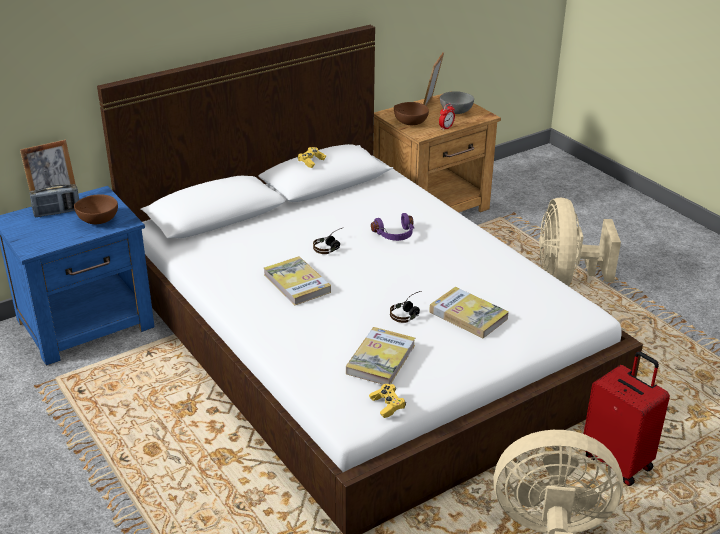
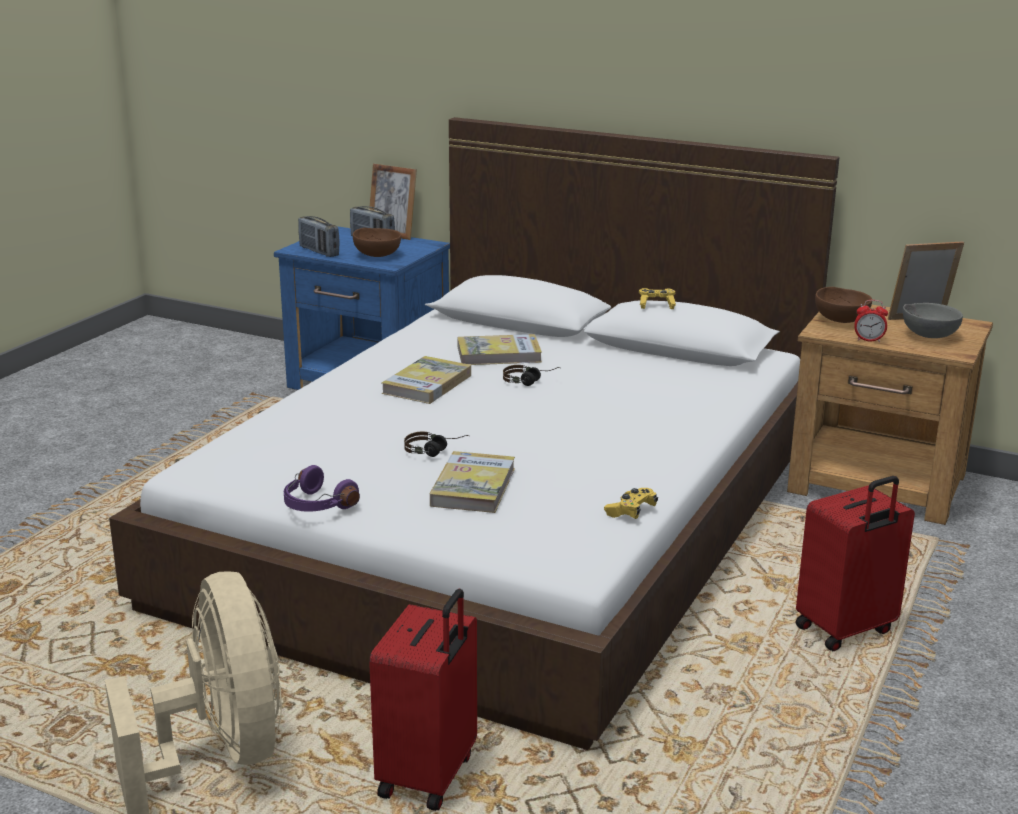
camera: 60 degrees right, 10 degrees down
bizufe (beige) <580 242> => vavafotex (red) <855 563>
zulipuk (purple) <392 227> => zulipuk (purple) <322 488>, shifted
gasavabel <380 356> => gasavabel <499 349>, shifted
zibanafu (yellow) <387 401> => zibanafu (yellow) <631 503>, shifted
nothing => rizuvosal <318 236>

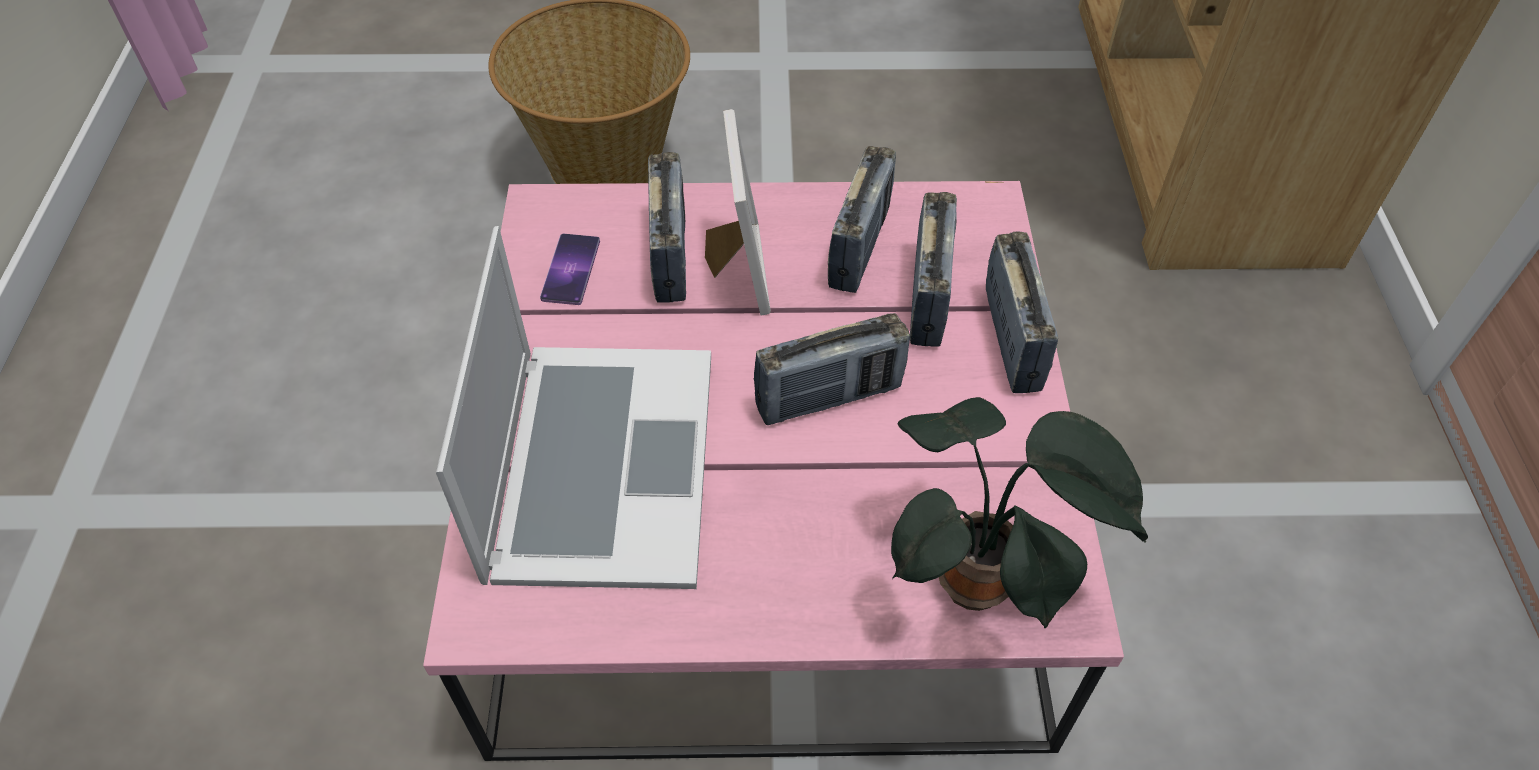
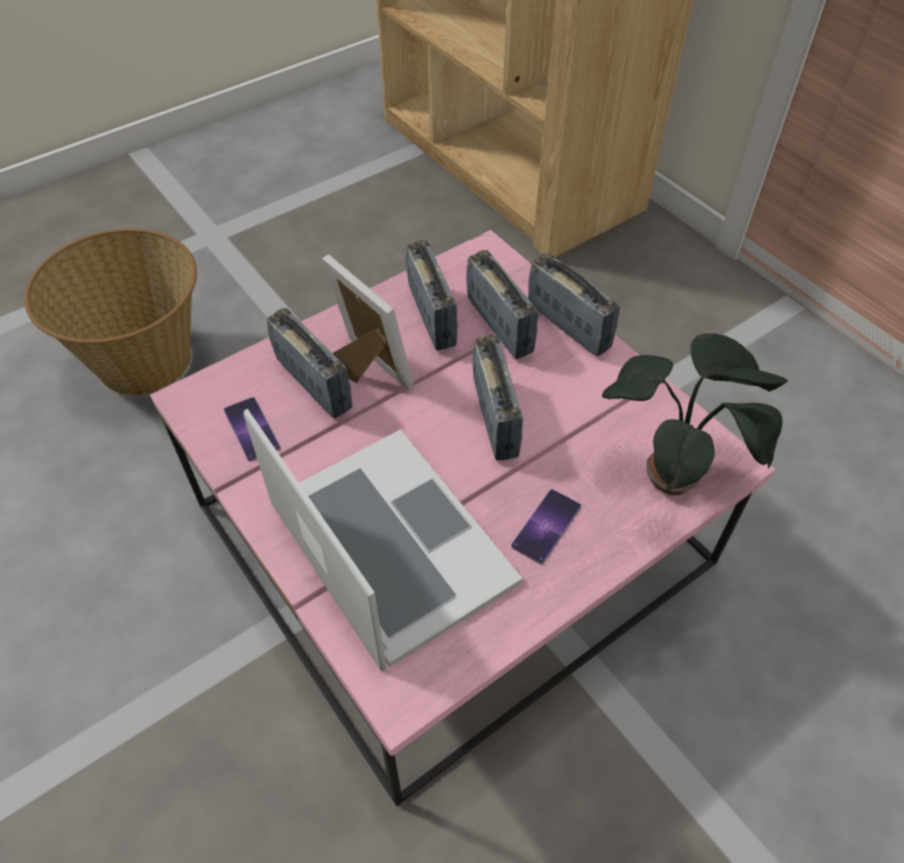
camera: 35 degrees left, 0 degrees up
rizuvosal <832 369> => rizuvosal <497 398>, 45 degrees counterclockwise
nothing => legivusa <546 527>

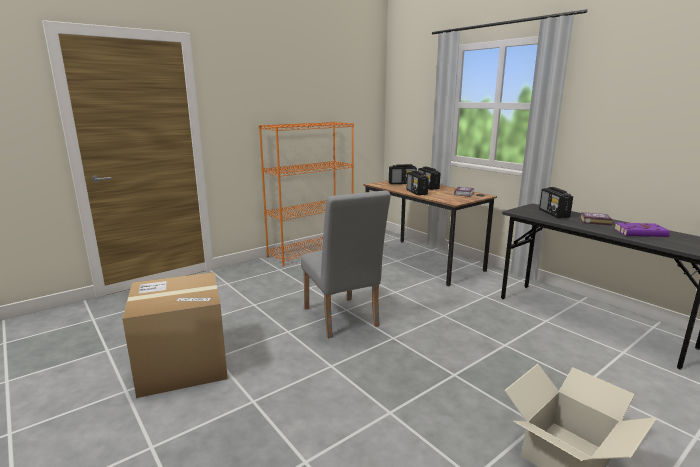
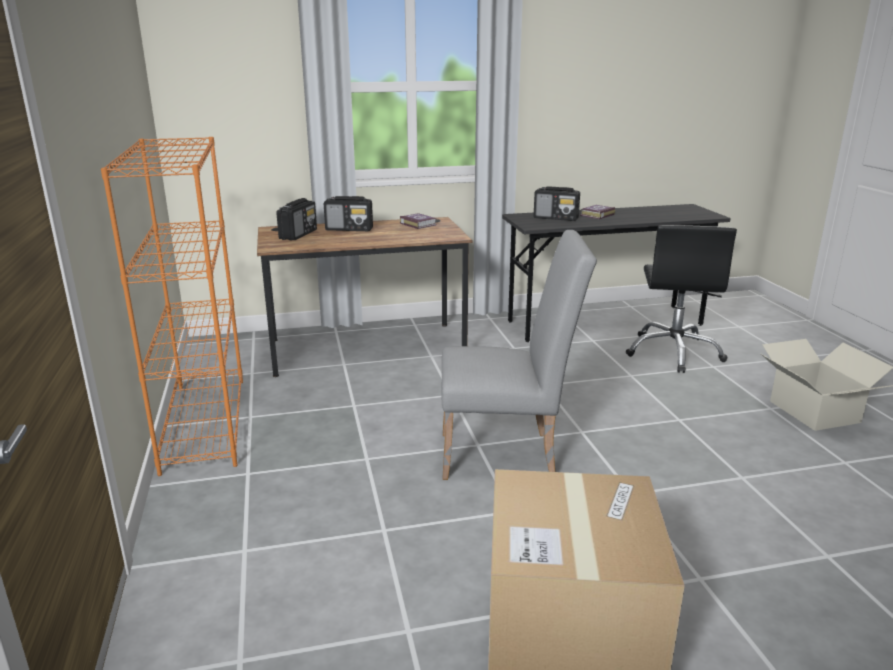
camera: 65 degrees left, 5 degrees up
rizuvosal <418 183> => nothing
gasavabel (purple) <642 229> => nothing
nothing => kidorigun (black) <681 299>

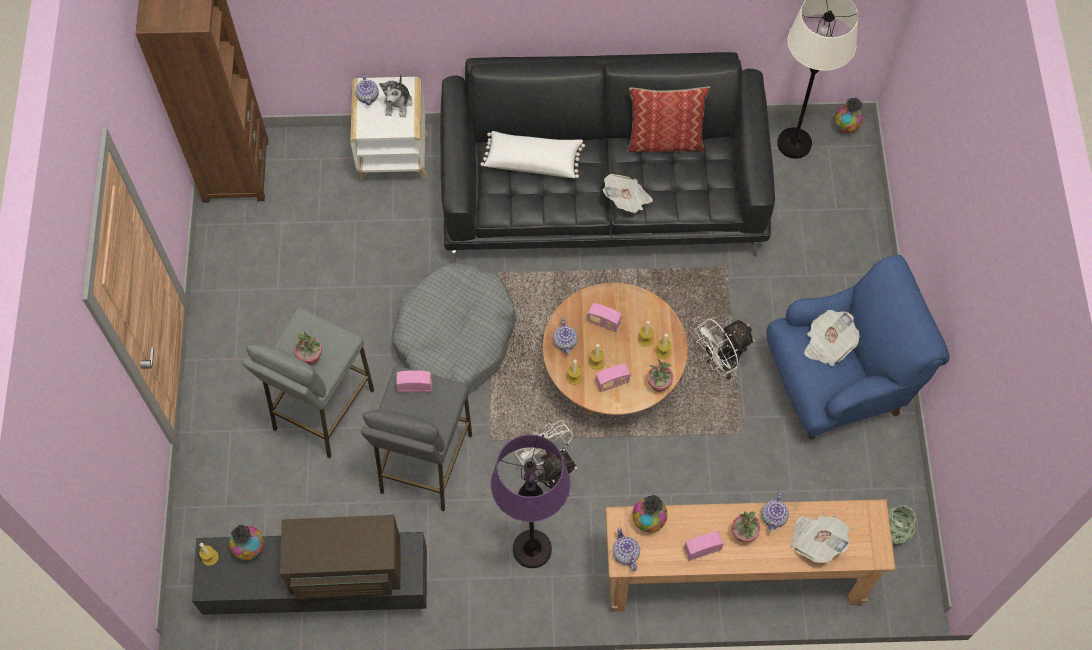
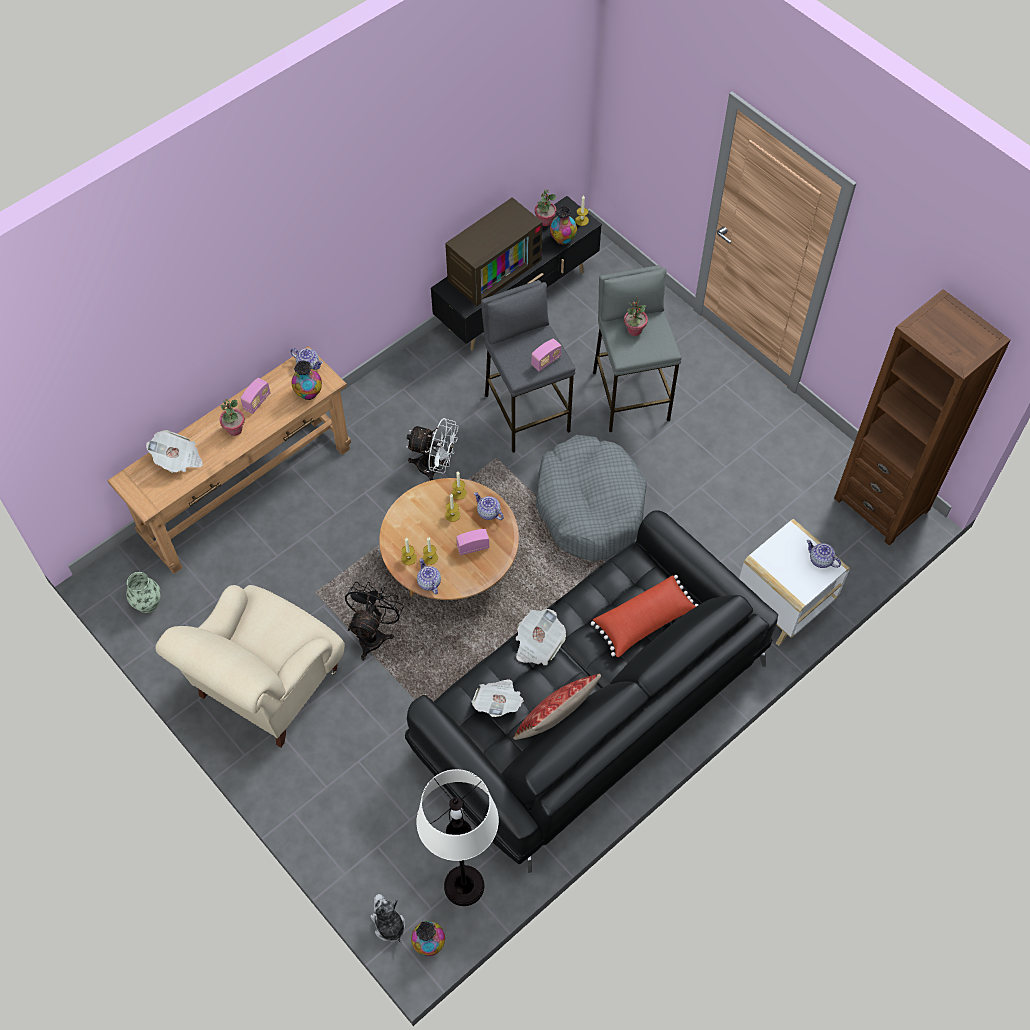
camera: 140 degrees right, 5 degrees down
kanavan <395 96> => kanavan <387 918>, shifted
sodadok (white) <532 154> => sodadok (red) <644 616>
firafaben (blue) <858 347> => firafaben (beige) <250 666>
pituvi <832 338> => pituvi <498 698>, shifted
bizufe (white) <724 349> => bizufe (black) <374 621>
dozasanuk <660 375> => dozasanuk <545 208>, shifted
rizuvosal <612 377> => nothing
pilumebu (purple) <530 501> => nothing
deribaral <775 512> => deribaral <429 576>, shifted

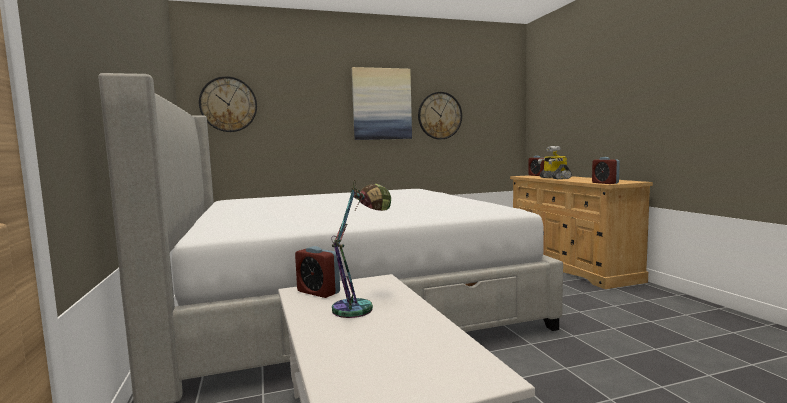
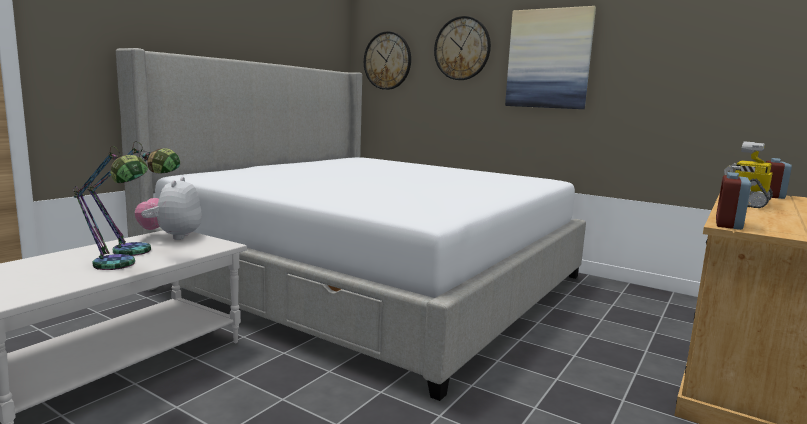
camera: 50 degrees right, 5 degrees up
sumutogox <440 116> => sumutogox <462 48>, shifted
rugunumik <317 272> => kanavan <168 208>
nothing => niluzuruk <110 208>

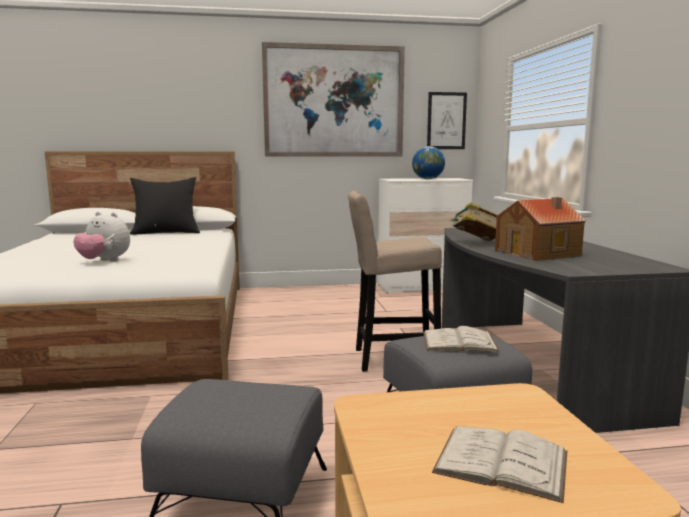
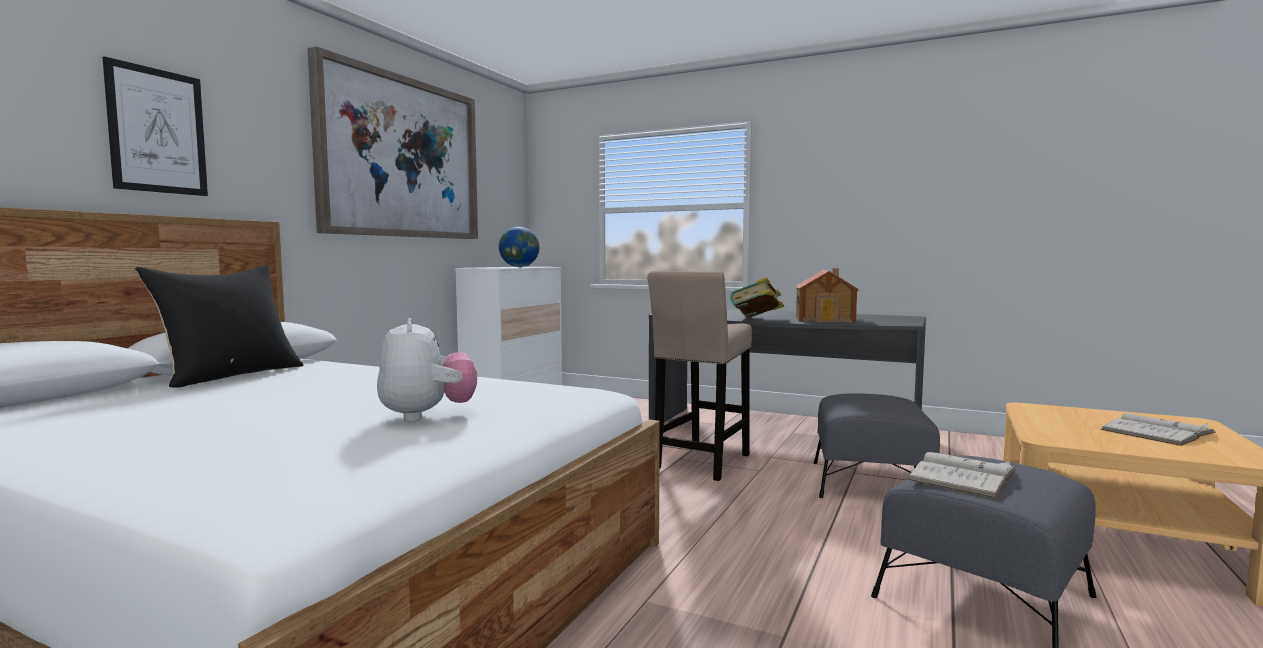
camera: 55 degrees left, 5 degrees down
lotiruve <447 120> => lotiruve <155 126>, shifted
kanavan <101 237> => kanavan <427 370>, 75 degrees counterclockwise
gasavabel (white) <461 339> => gasavabel (white) <961 475>, shifted

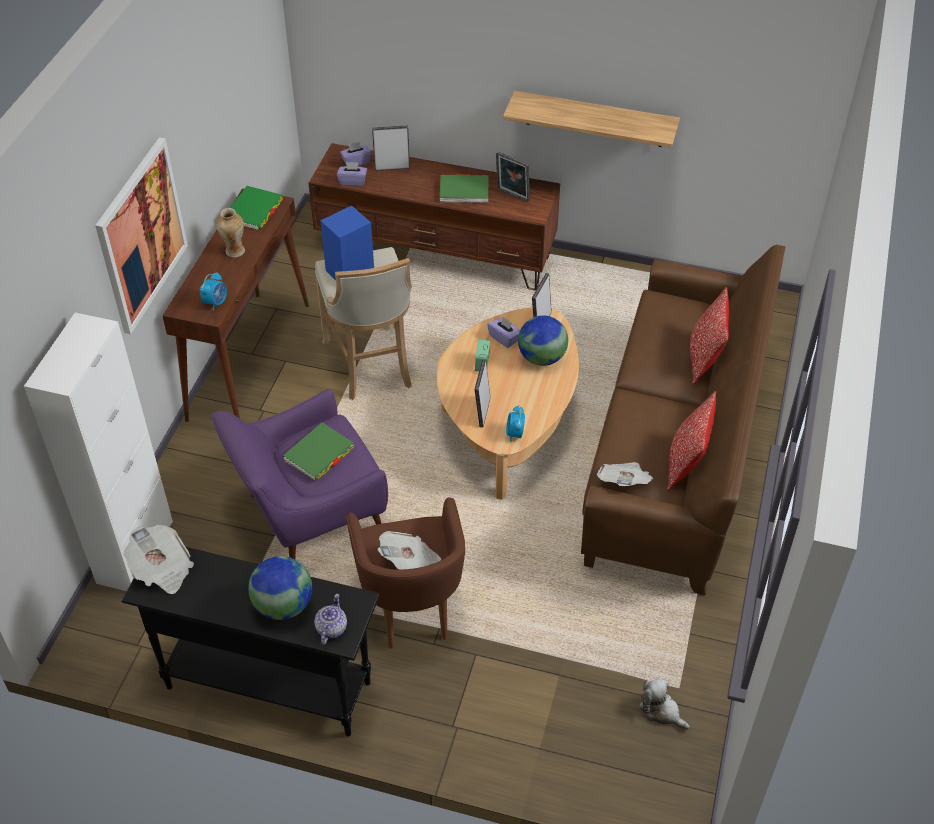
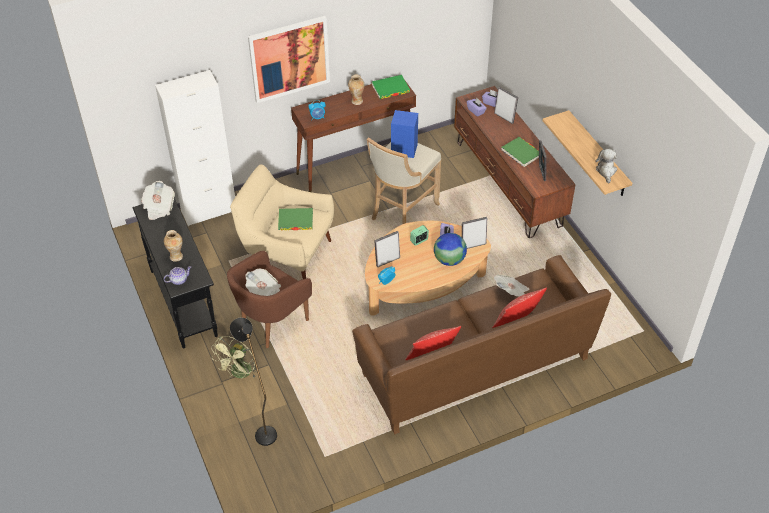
camera: 50 degrees right, 0 degrees up
firafaben (purple) <300 474> => firafaben (beige) <282 221>
pituvi <625 474> => pituvi <511 285>, shifted
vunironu <280 588> => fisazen <173 246>
kanavan <664 704> => kanavan <606 166>, shifted
nothing => pilumebu (black) <253 382>
nothing => bizufe (green) <234 357>

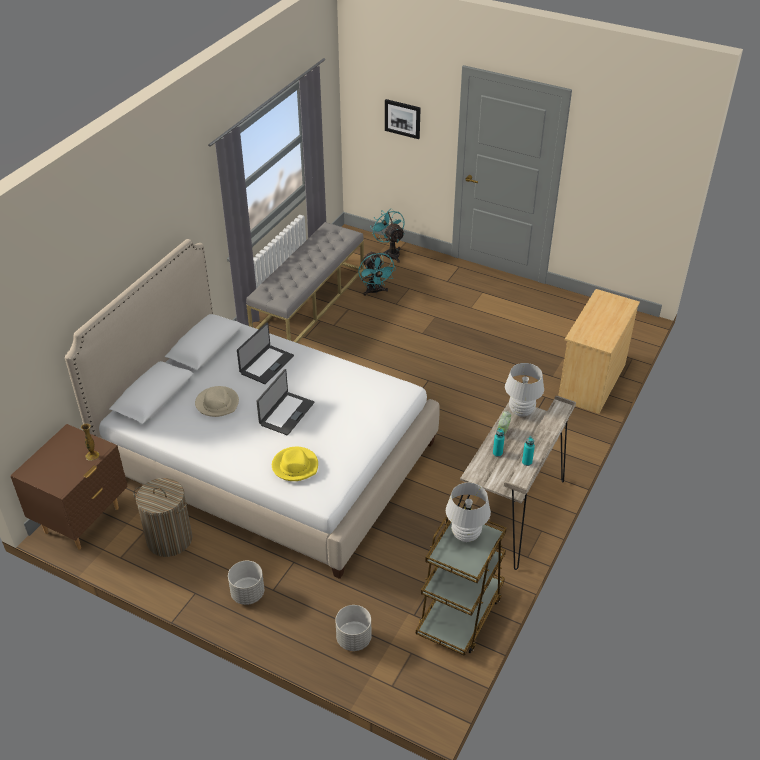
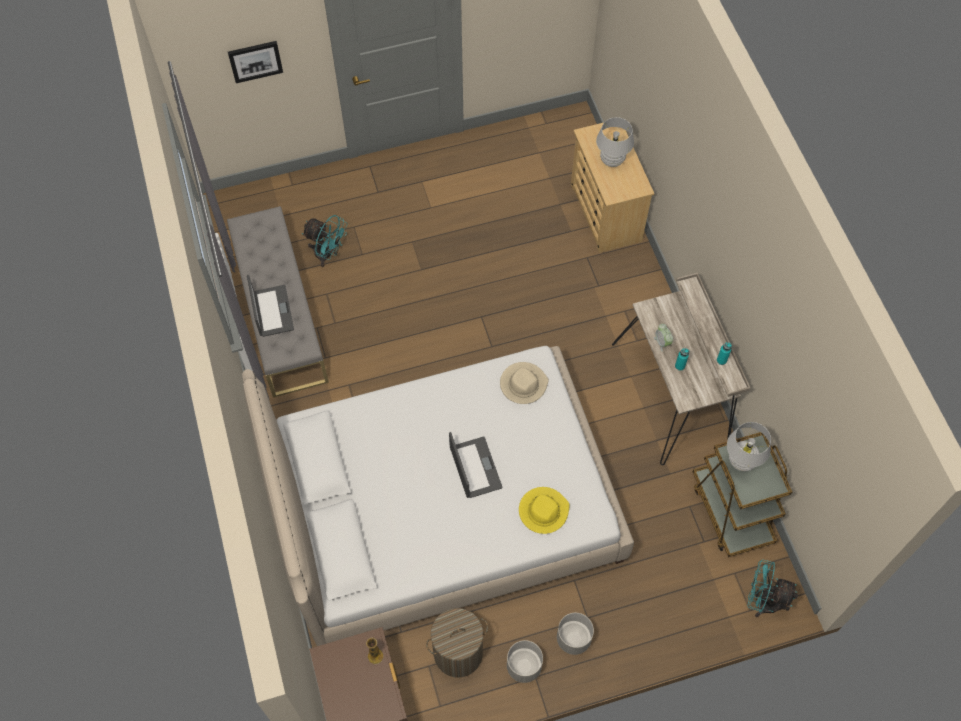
camera: 45 degrees left, 20 degrees up
bizufe (turquoise) <387 235> => bizufe (turquoise) <772 588>, shifted
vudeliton <265 353> => vudeliton <270 306>, shifted
niluzuruk (white) <524 390> => niluzuruk (white) <615 142>, shifted
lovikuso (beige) <217 401> => lovikuso (beige) <524 383>, shifted
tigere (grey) <353 628> => tigere (grey) <525 661>, shifted

